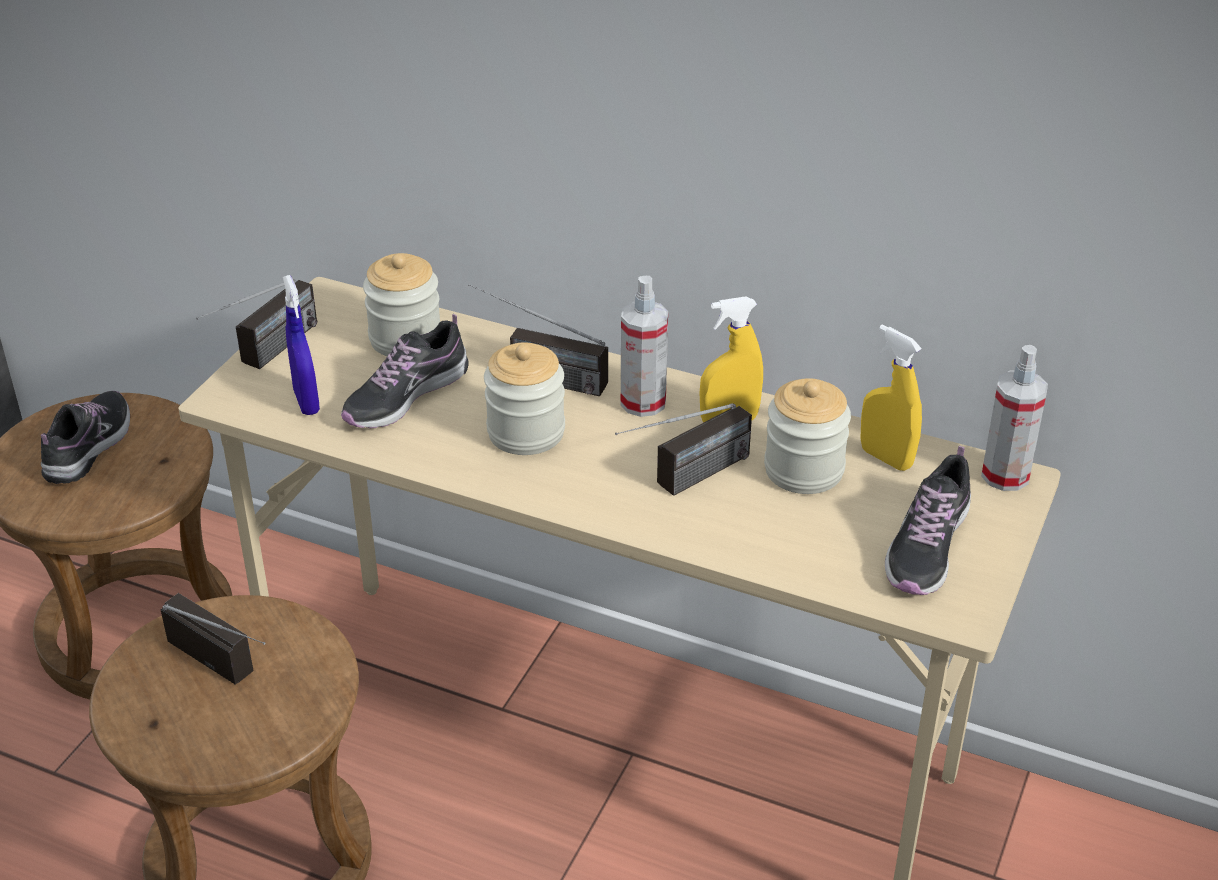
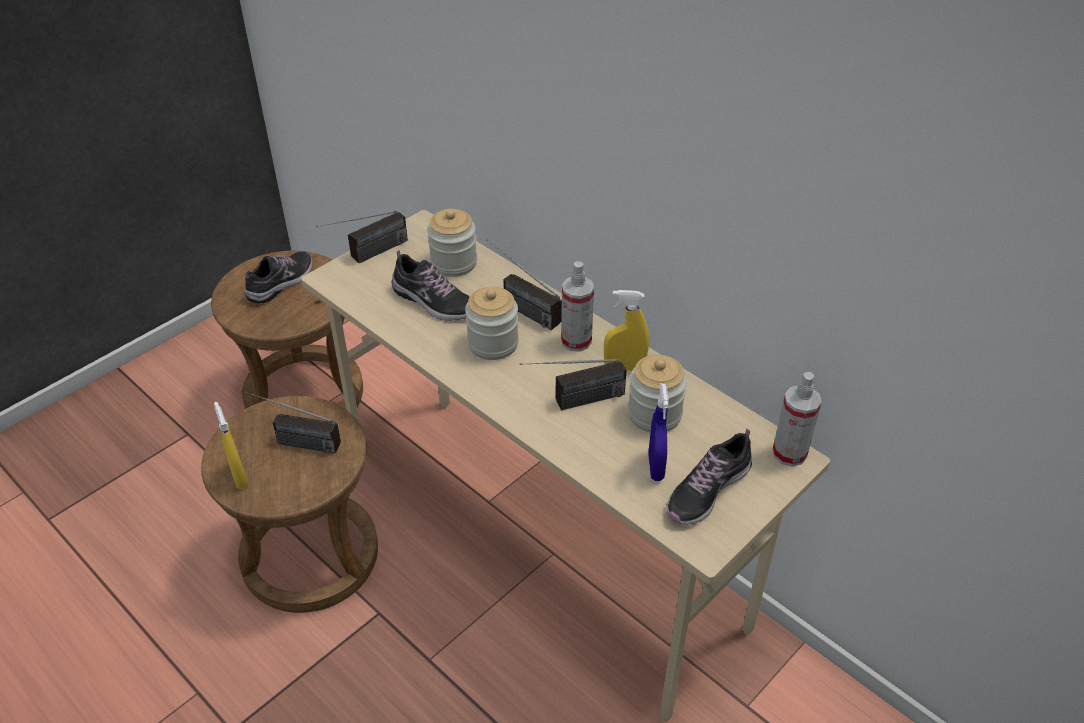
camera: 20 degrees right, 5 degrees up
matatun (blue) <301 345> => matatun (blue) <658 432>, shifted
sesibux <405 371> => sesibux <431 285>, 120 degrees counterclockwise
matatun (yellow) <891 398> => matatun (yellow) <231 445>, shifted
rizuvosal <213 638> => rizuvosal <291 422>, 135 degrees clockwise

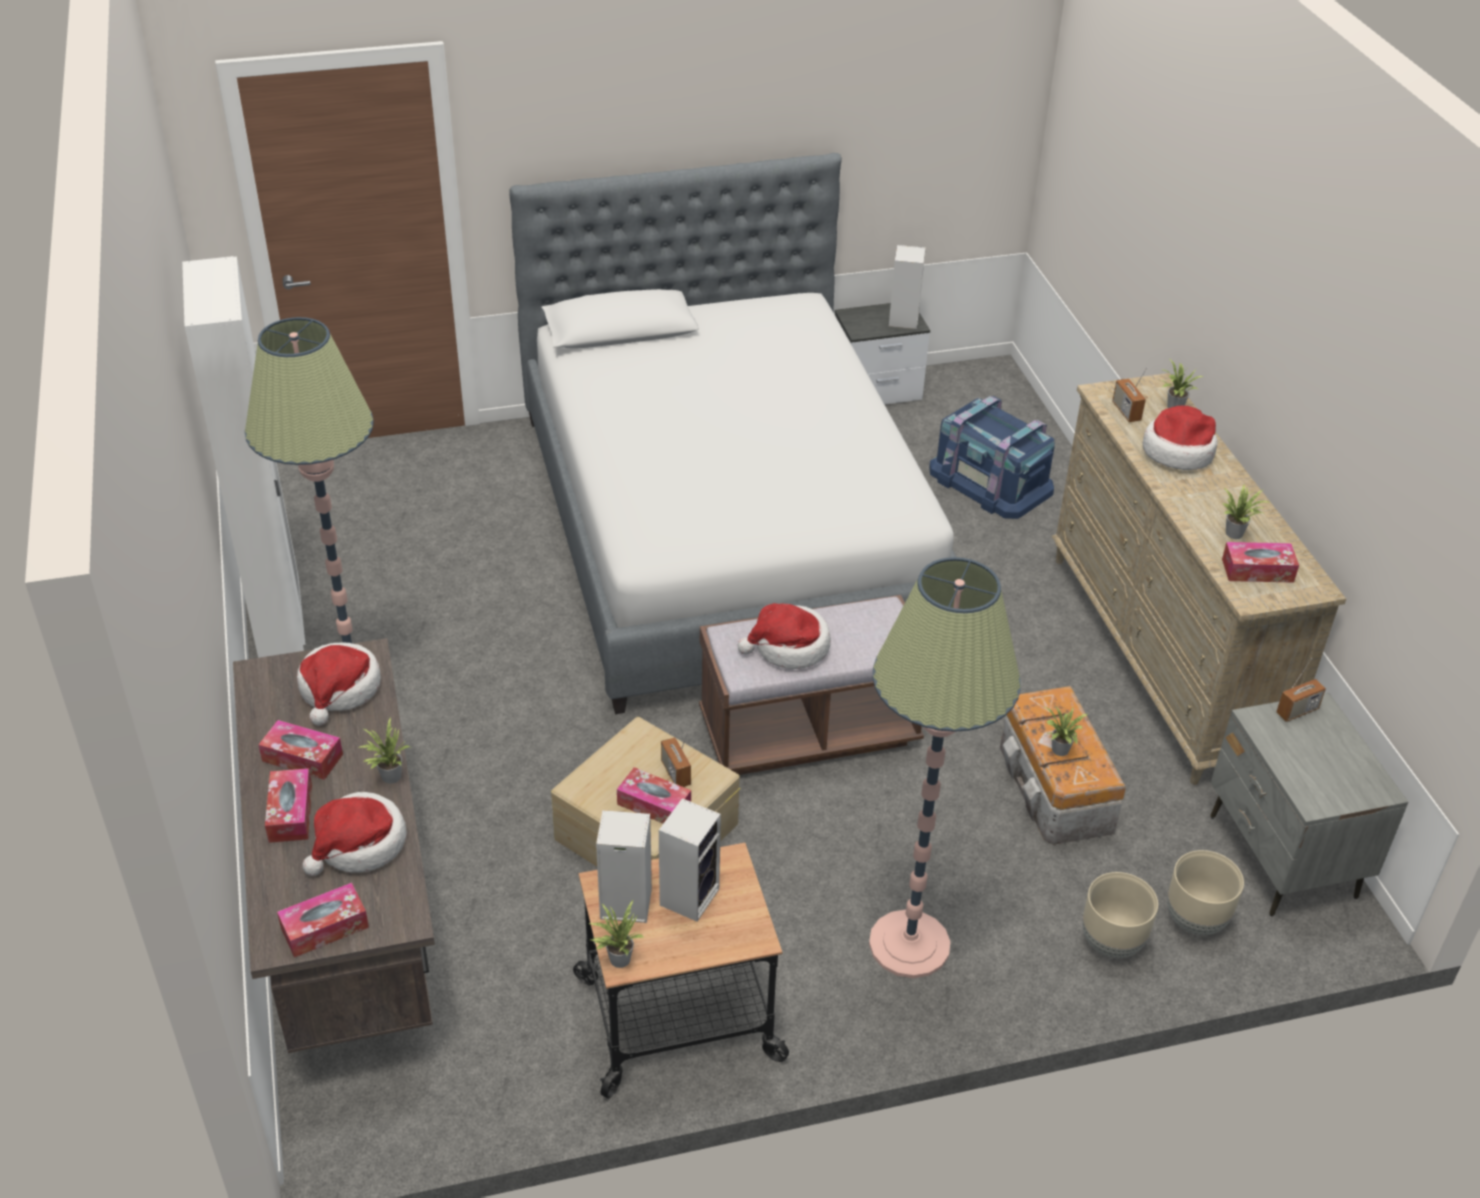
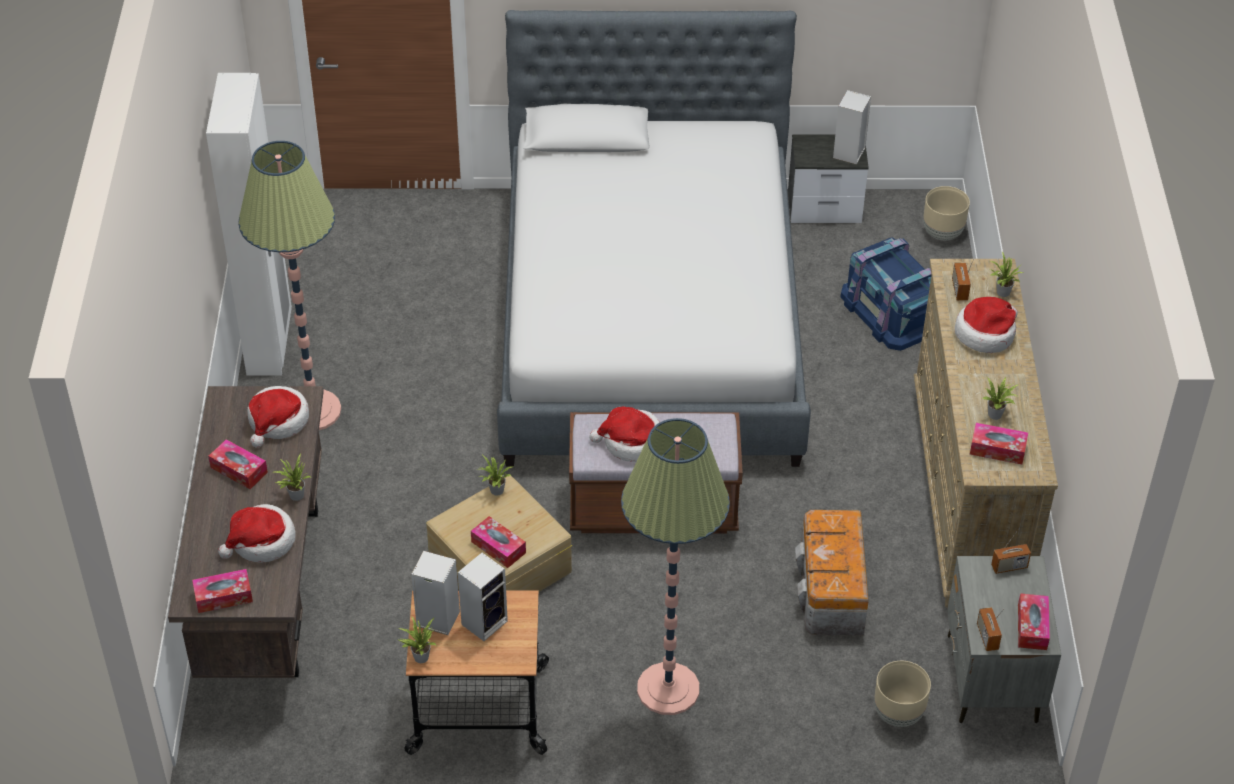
camera: 15 degrees right, 5 degrees up
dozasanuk <1065 731> => dozasanuk <494 475>, shifted
rizuvosal <676 760> => rizuvosal <990 629>, shifted
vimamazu <288 805> => vimamazu <1034 621>, shifted
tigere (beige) <1120 915> => tigere (beige) <946 213>, shifted

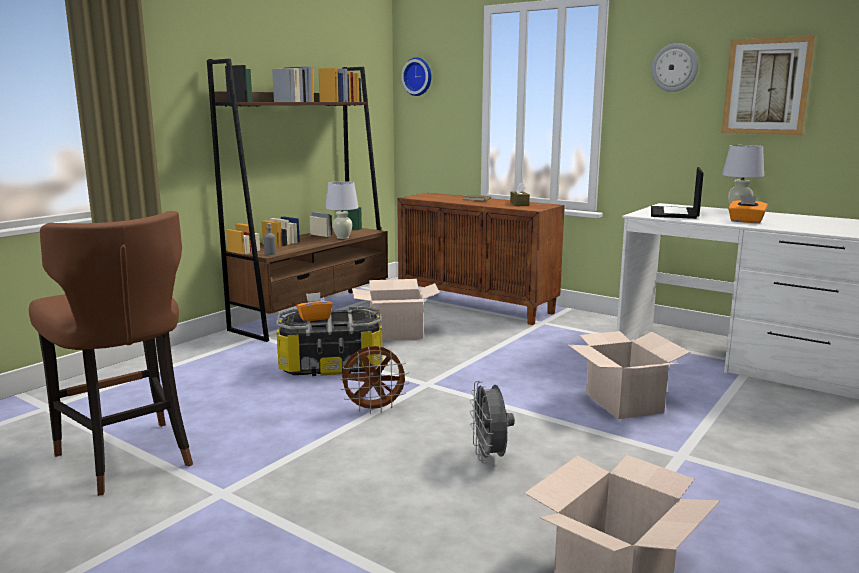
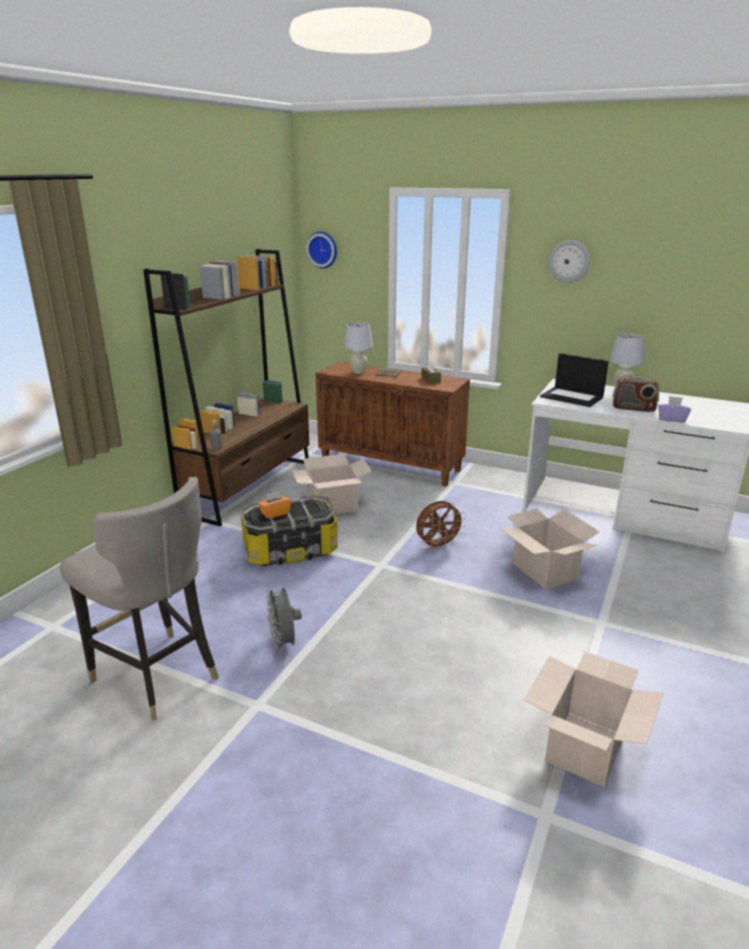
camera: 10 degrees left, 10 degrees up
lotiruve <768 85> => nothing
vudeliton <677 193> => vudeliton <574 380>, 60 degrees counterclockwise
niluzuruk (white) <342 210> => niluzuruk (white) <358 348>, shifted
vimamazu (orange) <748 209> => rizuvosal <636 393>
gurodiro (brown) <111 353> => gurodiro (grey) <139 599>
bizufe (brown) <374 380> => bizufe (brown) <440 525>, shifted
bizufe (grey) <492 422> => bizufe (grey) <283 619>, shifted
nothing => vimamazu (purple) <674 409>

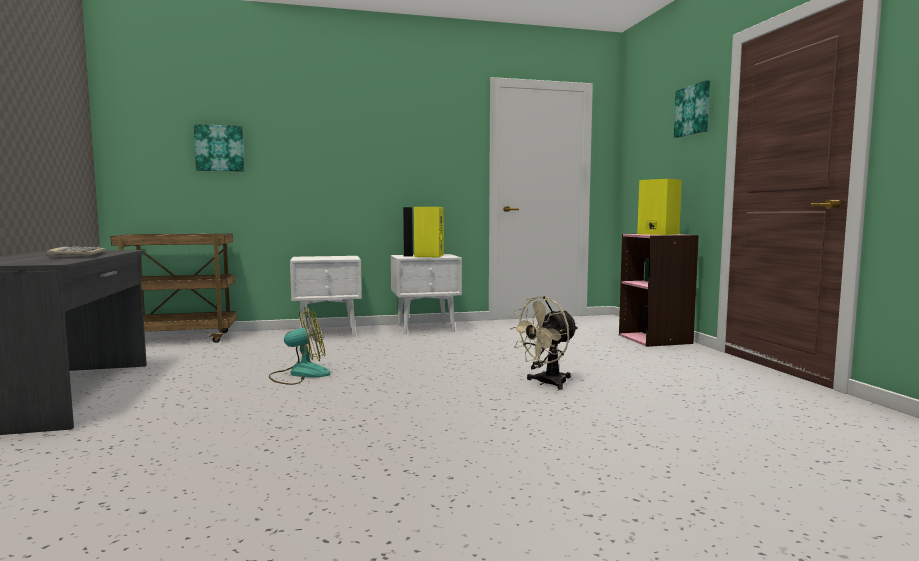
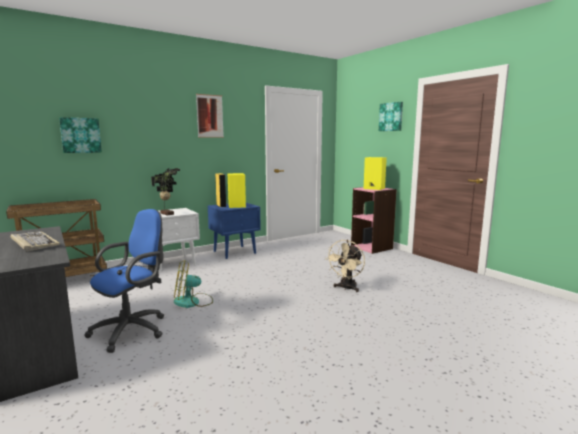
camera: 20 degrees left, 5 degrees up
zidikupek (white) <426 294> => zidikupek (blue) <234 231>
bizufe <299 346> => bizufe <193 284>, 150 degrees counterclockwise
nothing => lotiruve <210 116>
nothing => dozasanuk <165 192>
nothing => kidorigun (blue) <124 281>

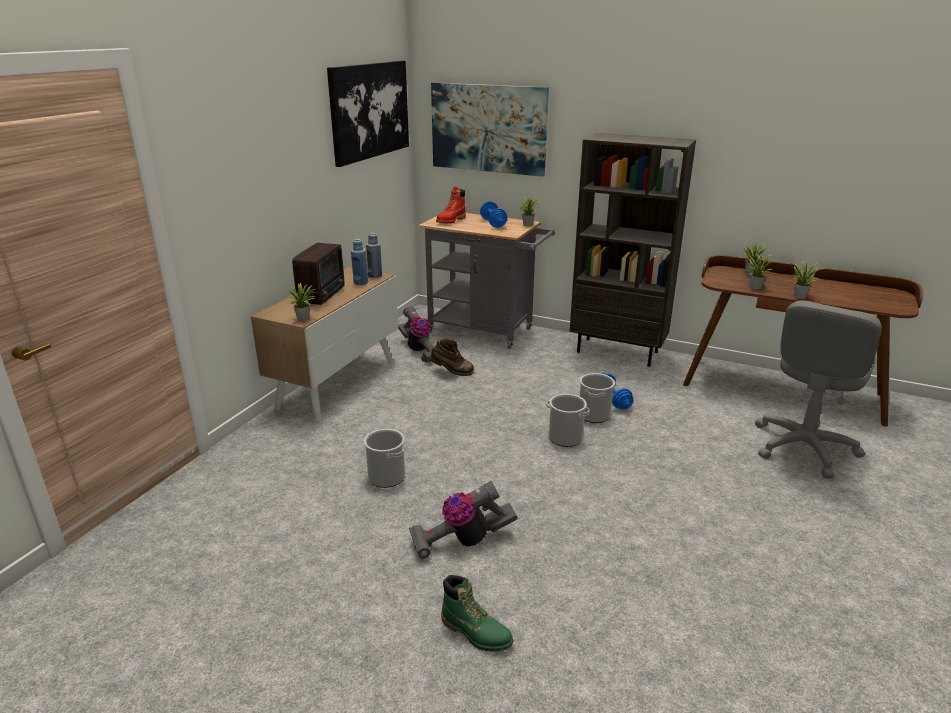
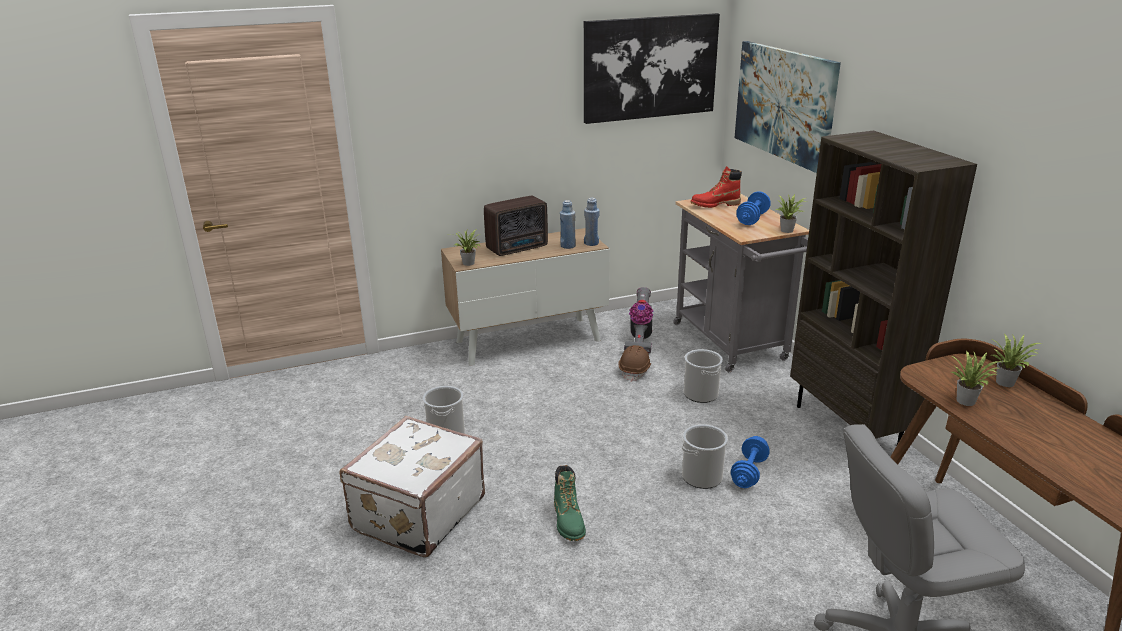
camera: 45 degrees right, 0 degrees up
dozasanuk <809 280> => nothing
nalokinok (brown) <452 357> => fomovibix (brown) <635 363>
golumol <568 420> => golumol <703 376>, shifted
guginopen <463 520> => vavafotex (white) <412 486>
nalokinok (green) <477 613> => nalokinok (green) <570 503>, shifted

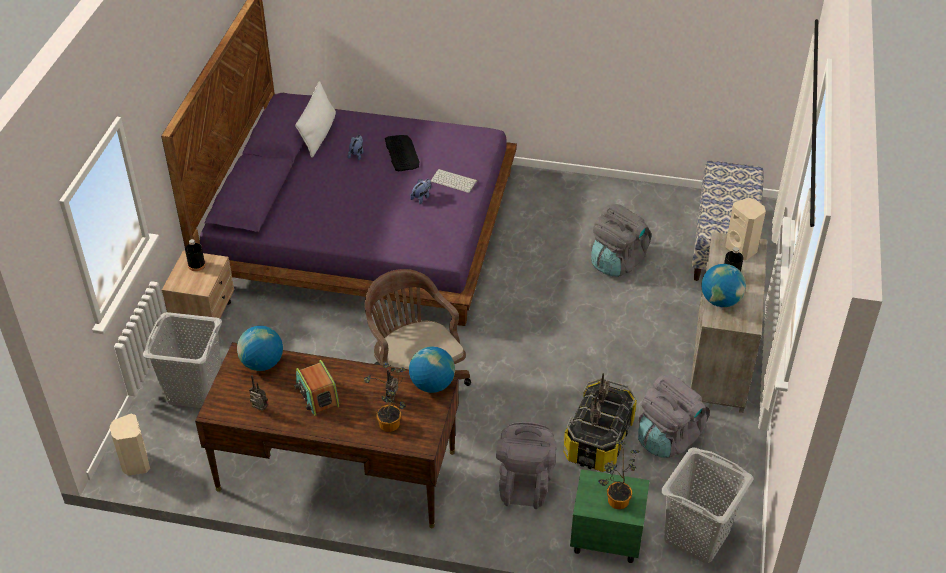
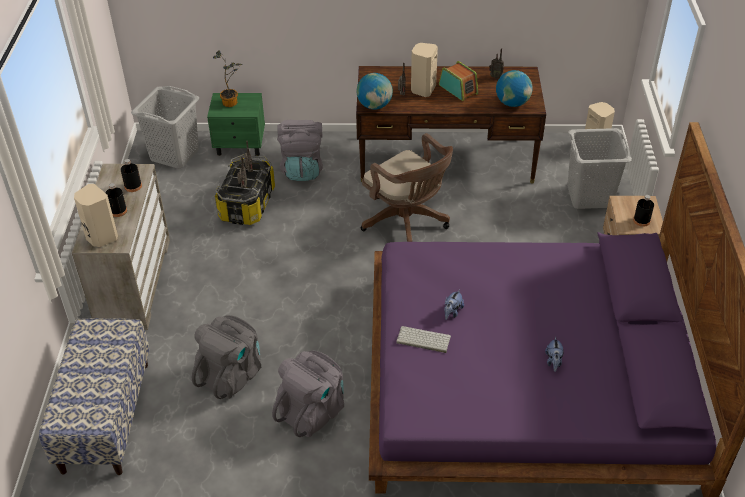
camera: 170 degrees right, 0 degrees up
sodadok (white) <315 119> => nothing
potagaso <402 153> => nothing
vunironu <724 285> => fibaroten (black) <131 175>
dozasanuk <385 396> => nothing
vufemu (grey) <674 416> => vufemu (grey) <308 394>, shifted
nothing => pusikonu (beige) <424 70>

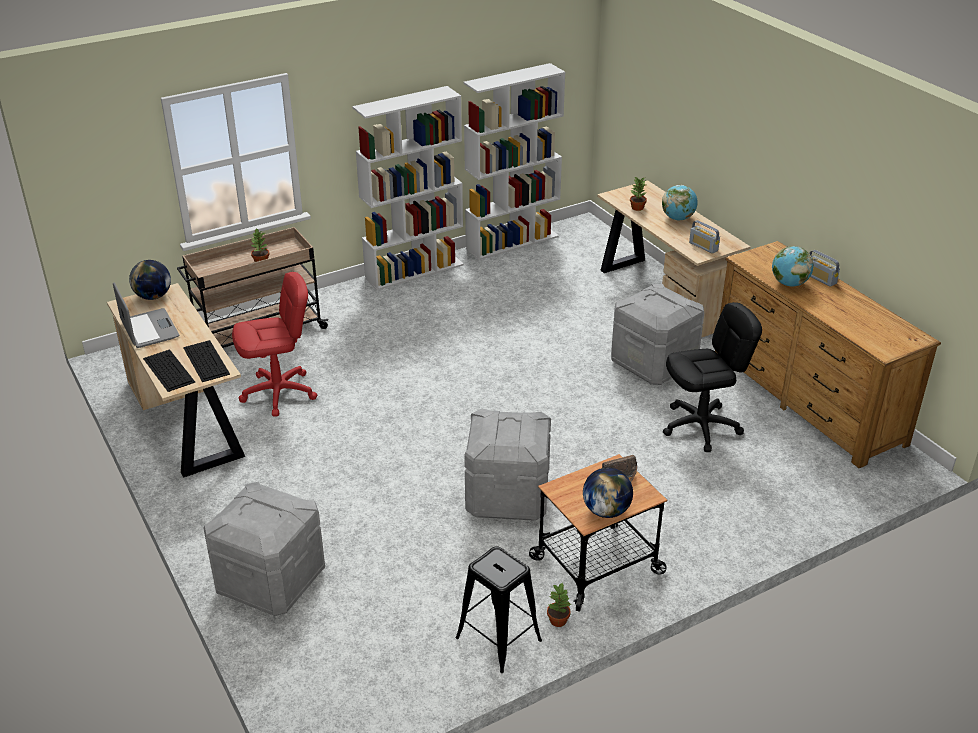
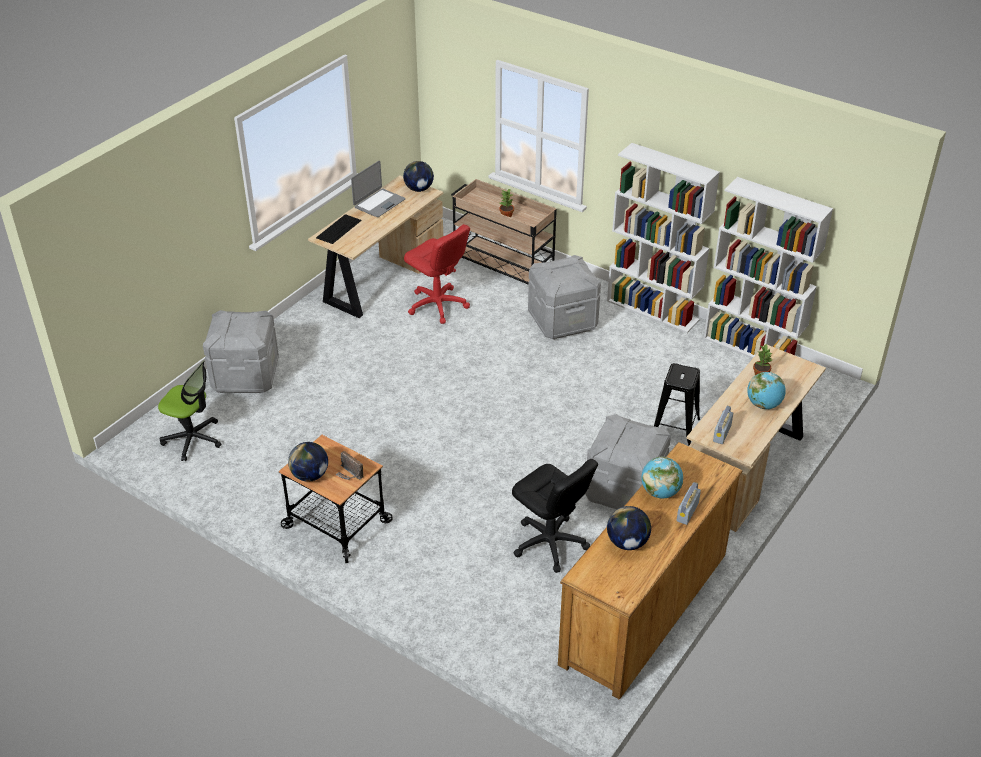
camera: 65 degrees right, 5 degrees up
potagaso <206 361> => nothing
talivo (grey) <507 464> => talivo (grey) <564 297>, shifted
gurodiro (black) <499 609> => gurodiro (black) <677 404>, shifted
dozasanuk <559 604> => nothing
nothing => kidorigun <190 410>
nothing => vunironu <629 528>

